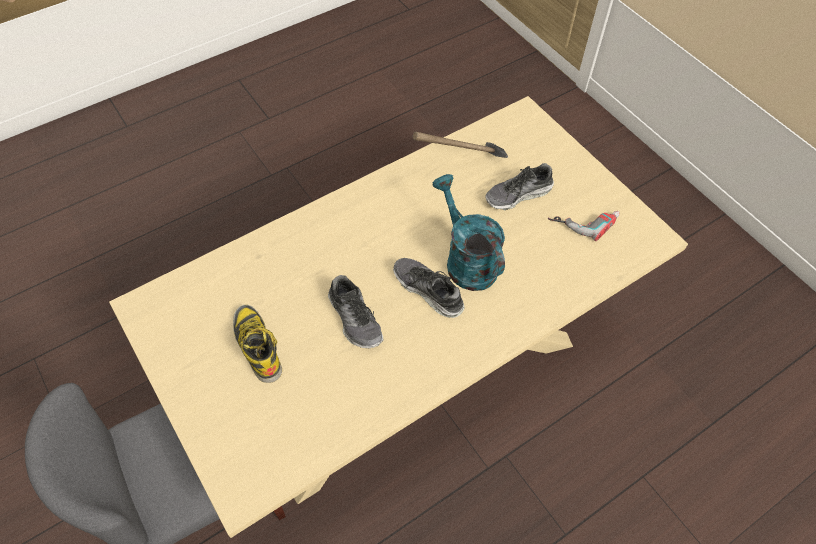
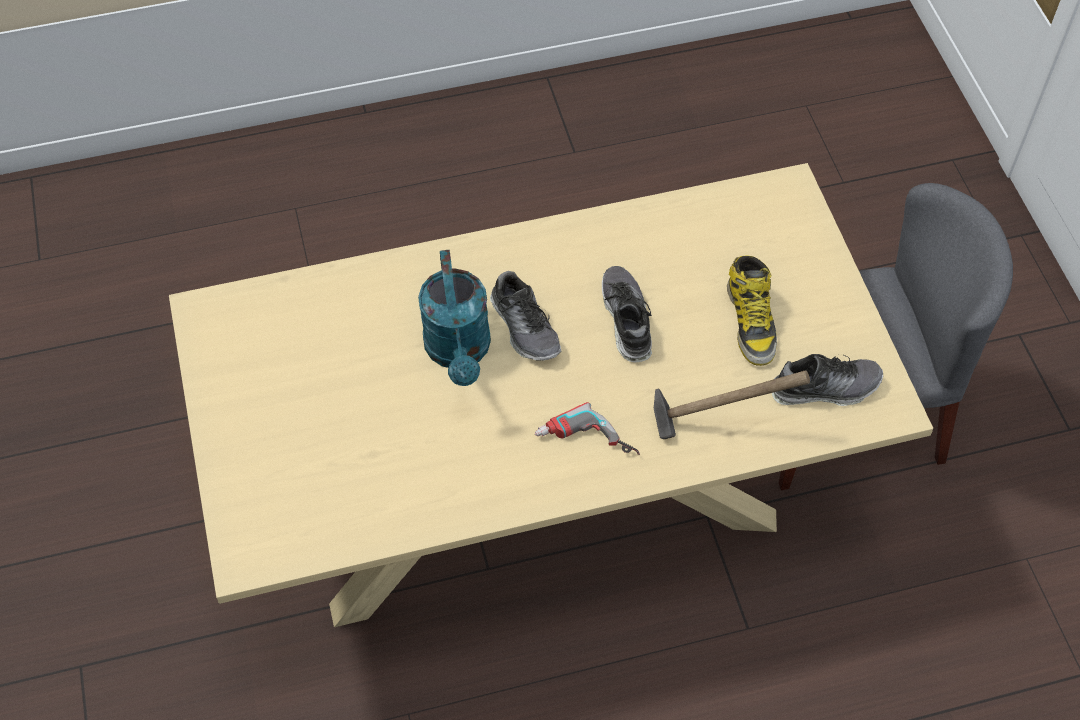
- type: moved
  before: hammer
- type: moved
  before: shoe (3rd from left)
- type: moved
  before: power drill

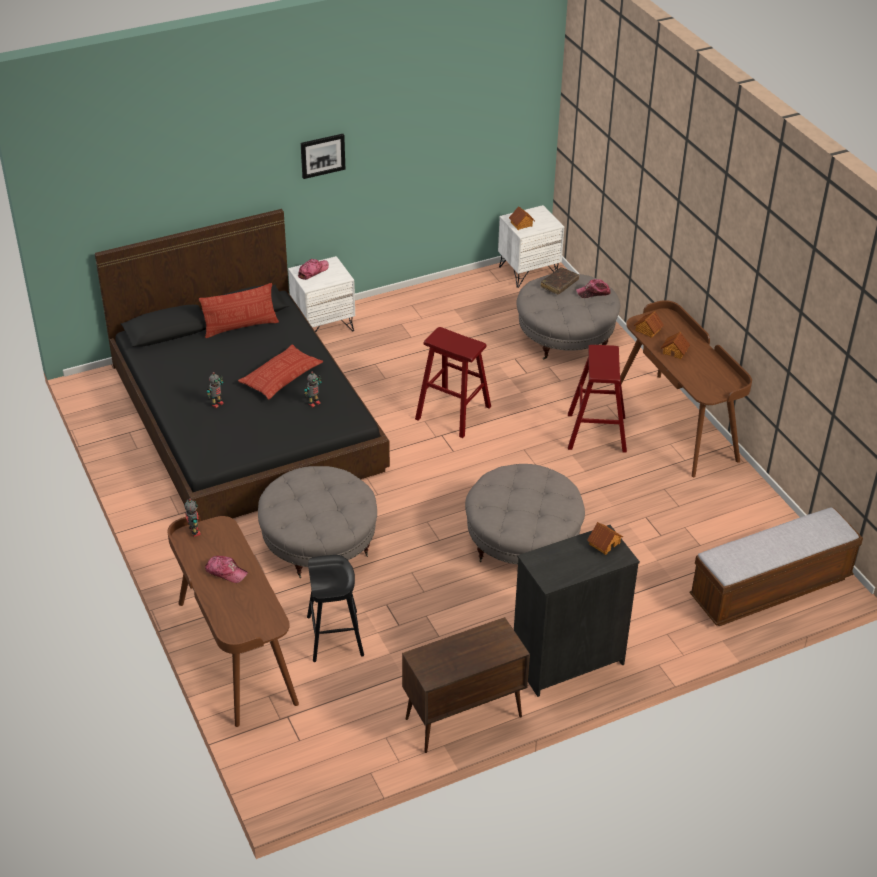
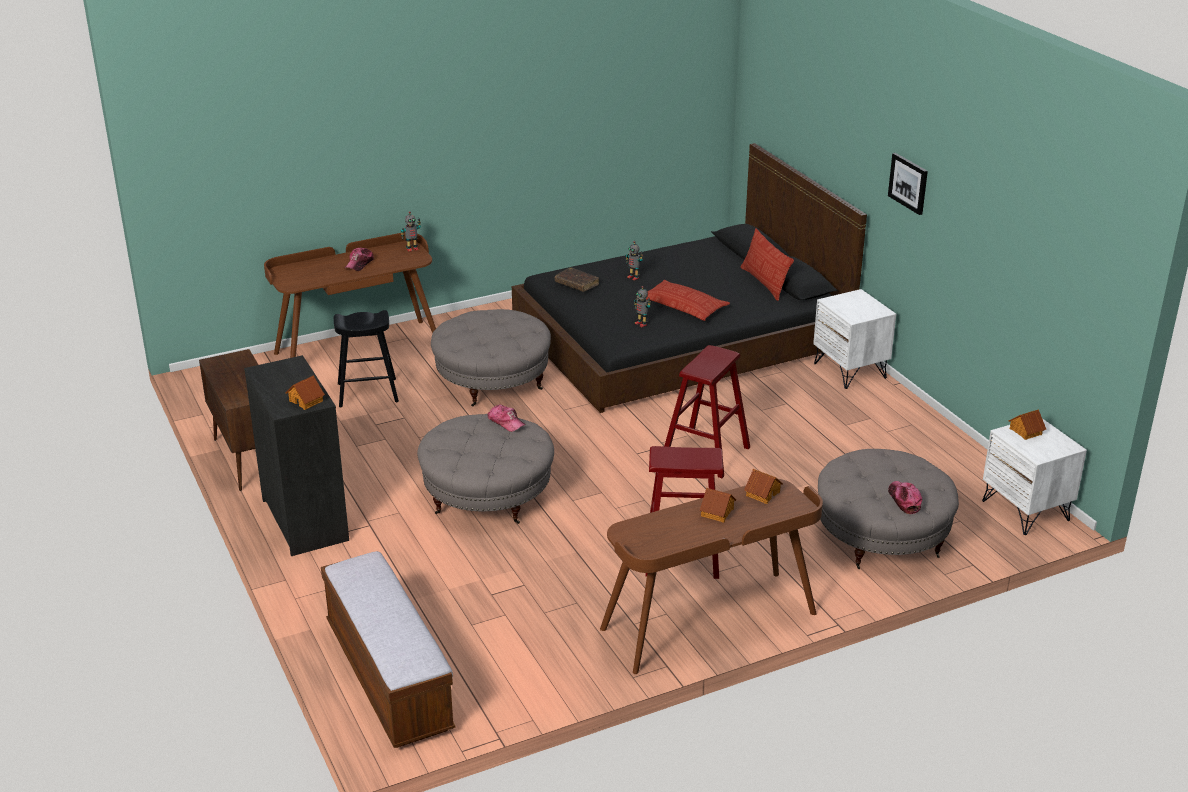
- type: moved
  before: cap (2nd from left)
- type: moved
  before: book (brown)

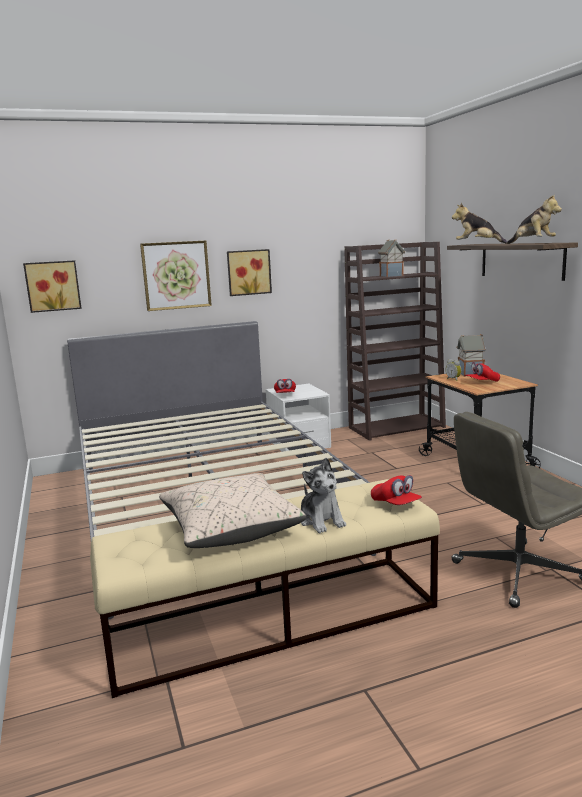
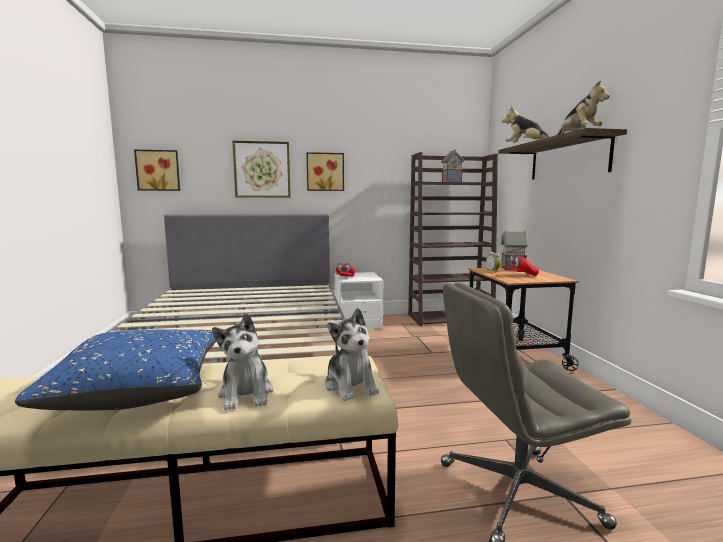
- type: recoloured
  before: pillow (beige)
  after: pillow (blue)
- type: replaced
  before: cap (red) (2nd from left)
  after: plush toy (2nd from left)

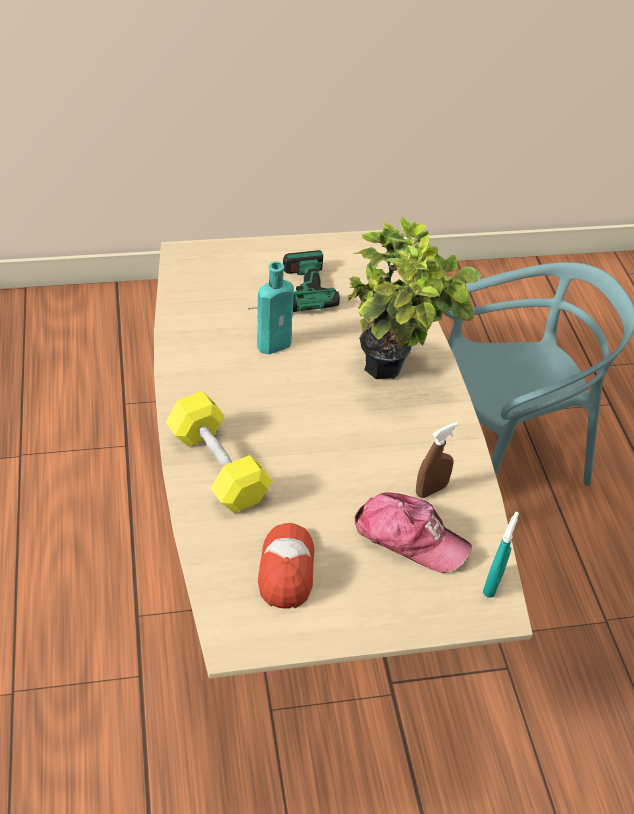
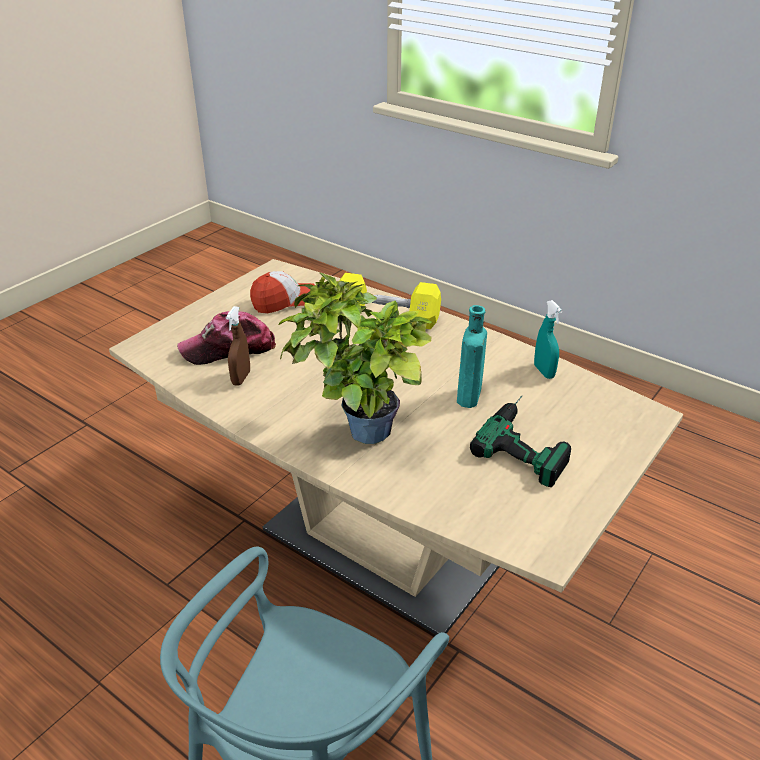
- type: turned
  before: cap (1st from left in the first image)
  turn: -75
- type: moved
  before: spray bottle (turquoise)

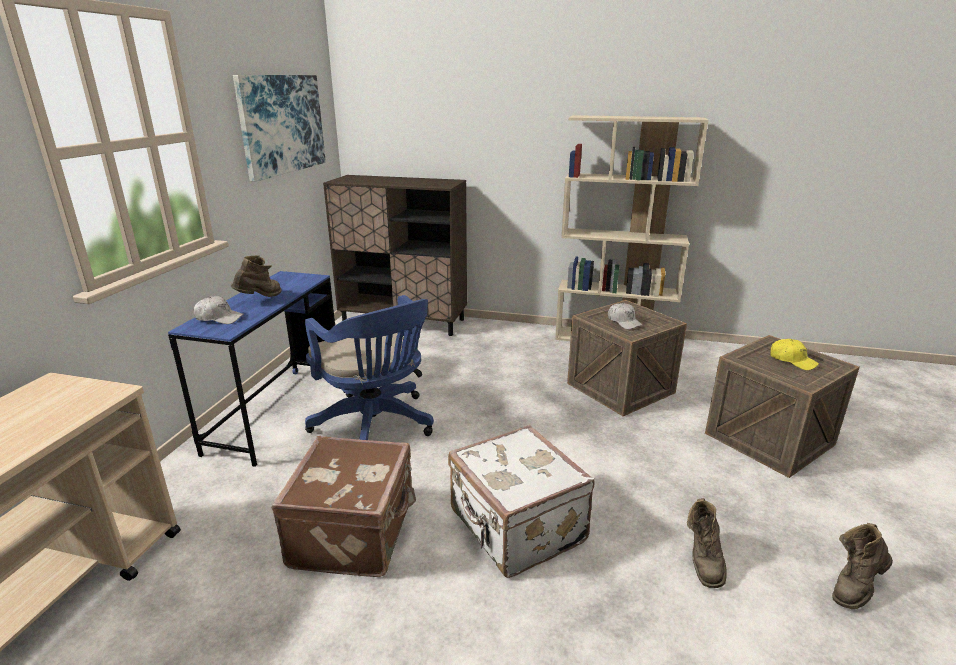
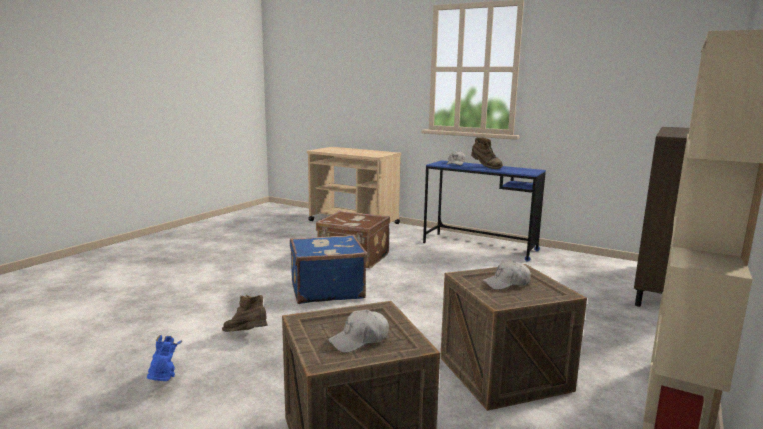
- type: removed
  before: picture
- type: removed
  before: office chair (blue)
- type: recoloured
  before: suitcase (white)
  after: suitcase (blue)
- type: recoloured
  before: cap (yellow)
  after: cap (white) (1st from left)
- type: recoloured
  before: boot (brown) (3rd from left)
  after: boot (blue)

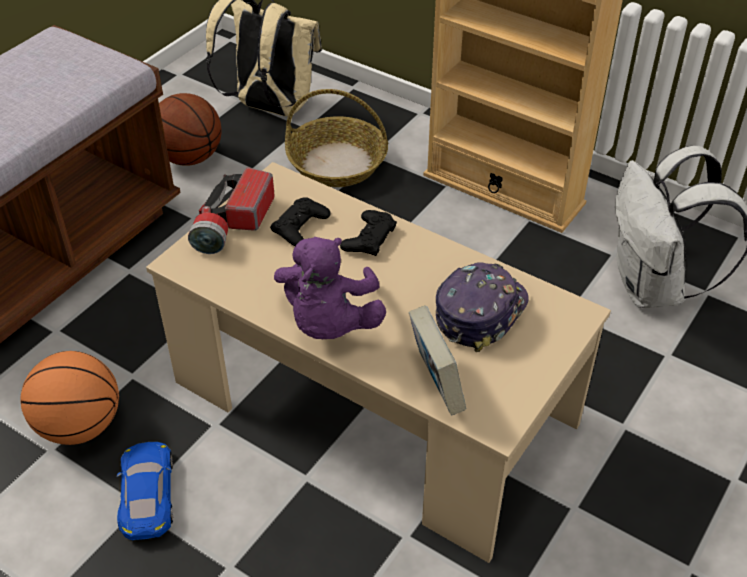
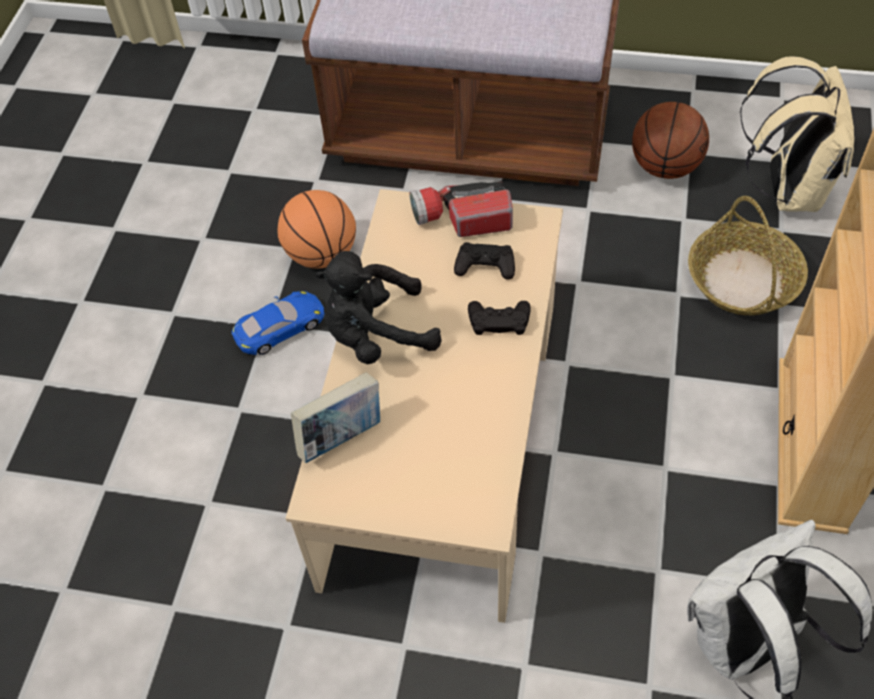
- type: recoloured
  before: plush toy (purple)
  after: plush toy (black)
- type: removed
  before: cap

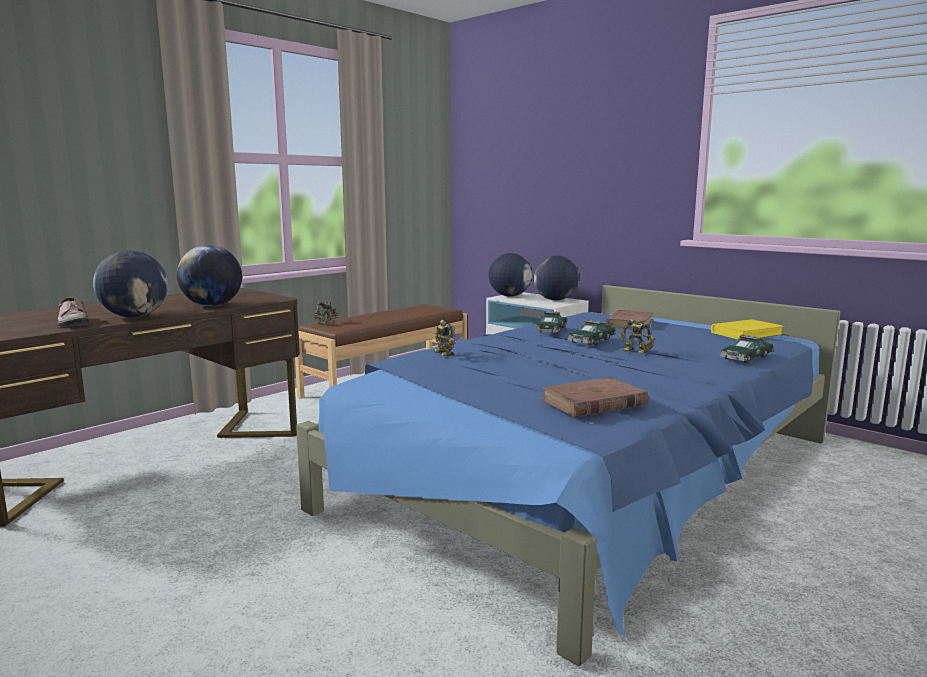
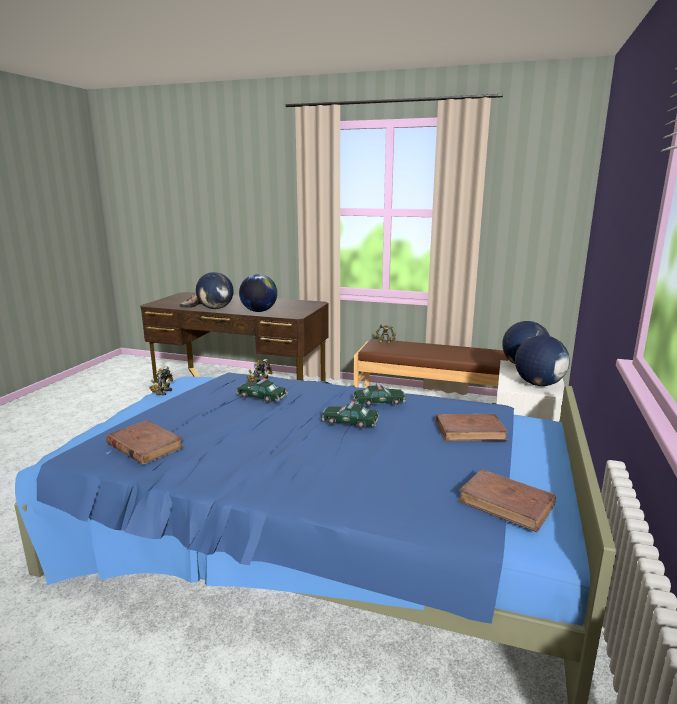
- type: moved
  before: toy robot (3rd from left in the first image)
  after: toy robot (1st from left)
- type: recoloured
  before: book (yellow)
  after: book (brown) (3rd from left)
- type: moved
  before: toy car (3rd from left in the first image)
  after: toy car (1st from left)

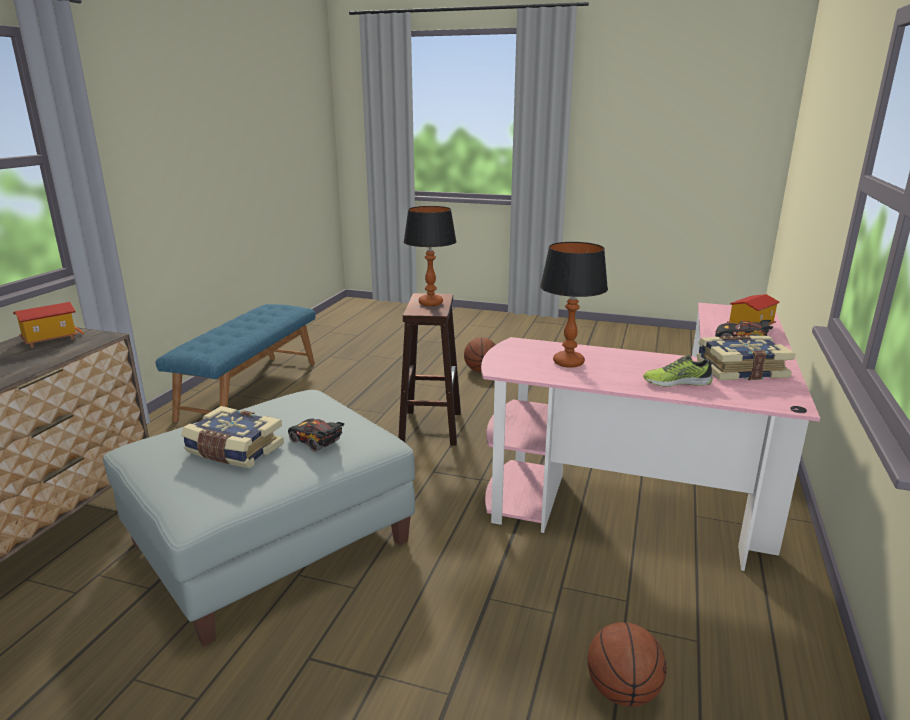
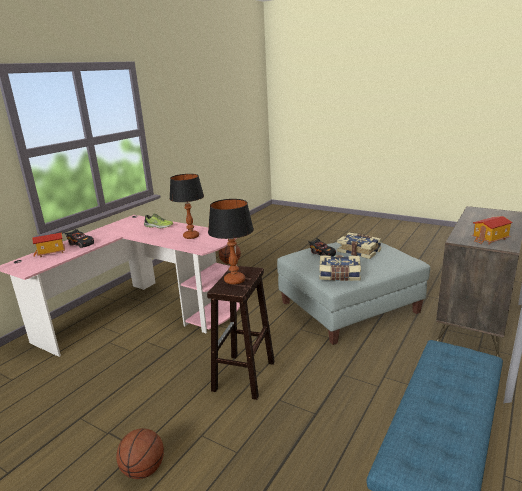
- type: moved
  before: book (2nd from left in the first image)
  after: book (1st from left)

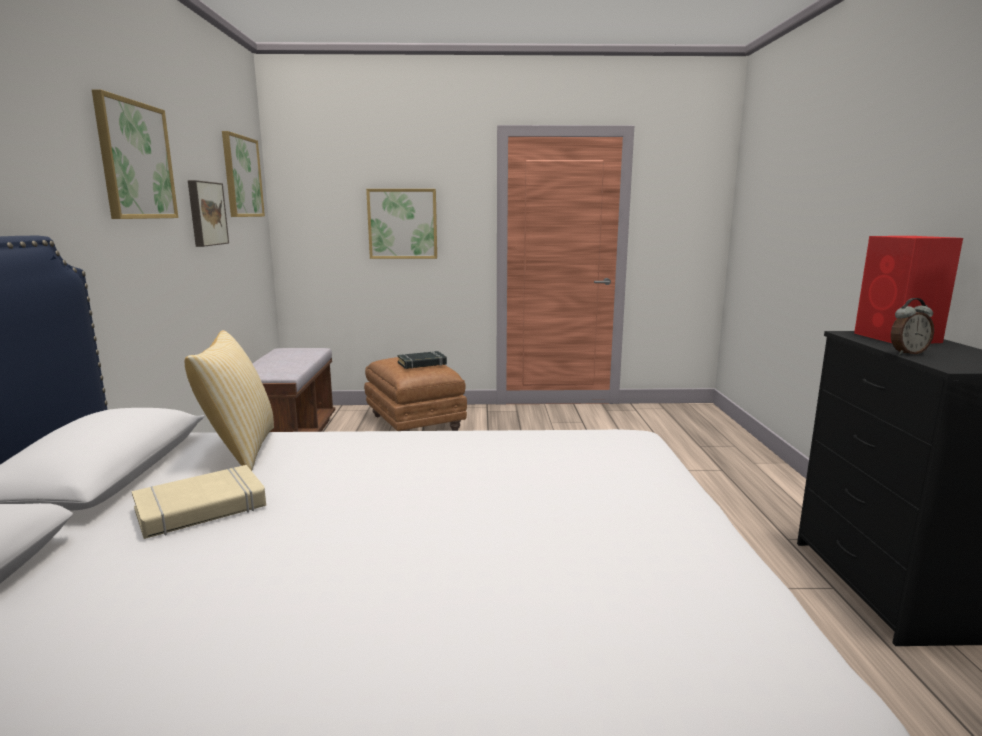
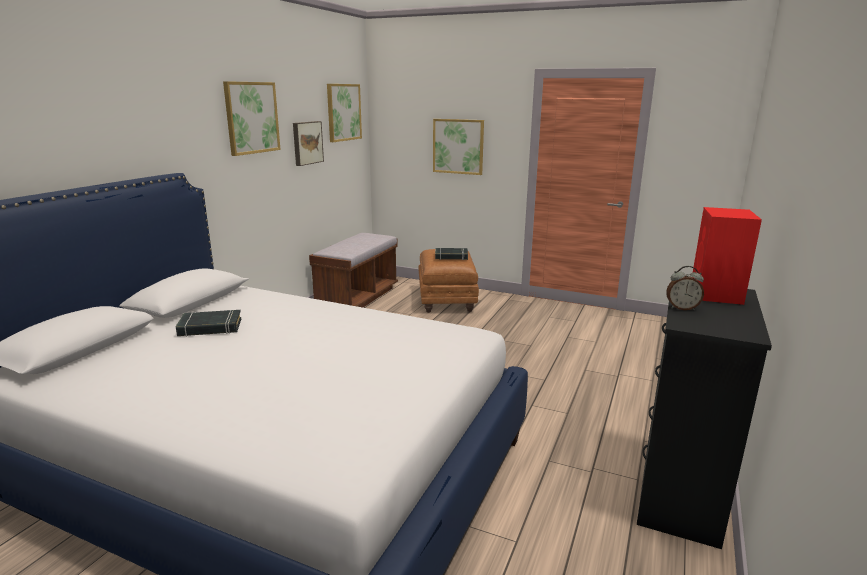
- type: recoloured
  before: book (beige)
  after: book (black) (1st from left)
- type: removed
  before: pillow

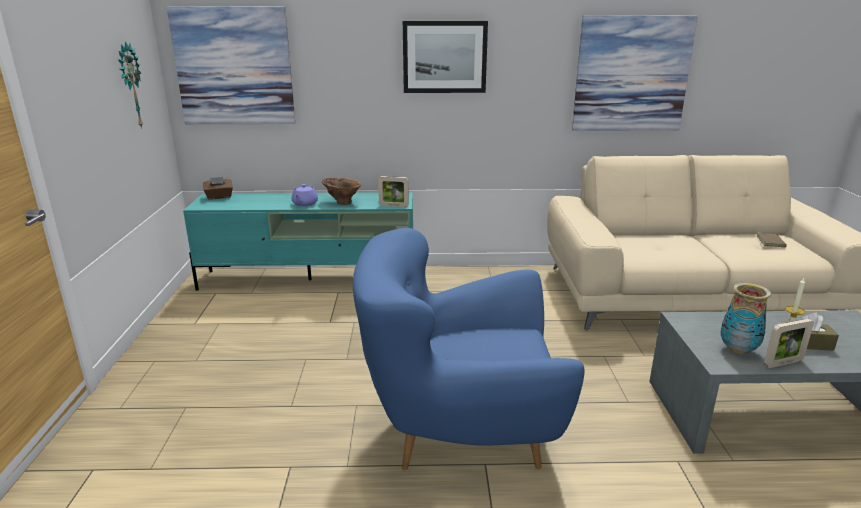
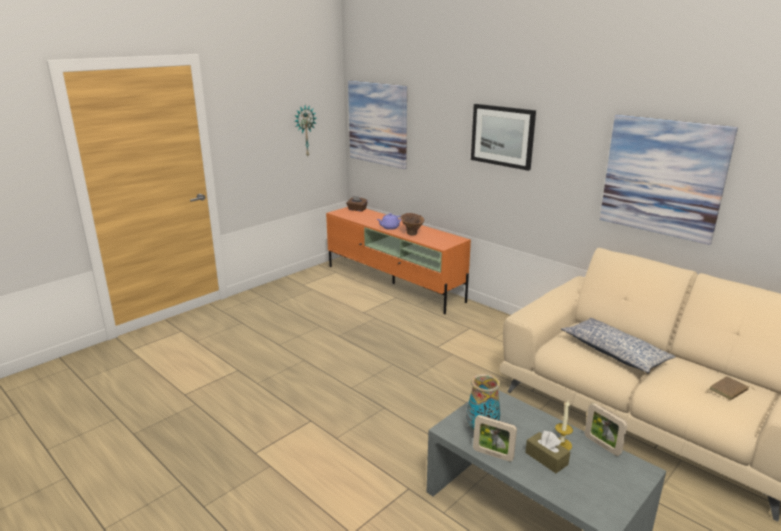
- type: recoloured
  before: tv stand (turquoise)
  after: tv stand (orange)
- type: removed
  before: armchair (blue)
- type: moved
  before: picture frame (1st from left in the first image)
  after: picture frame (2nd from left)
- type: added
  after: pillow

